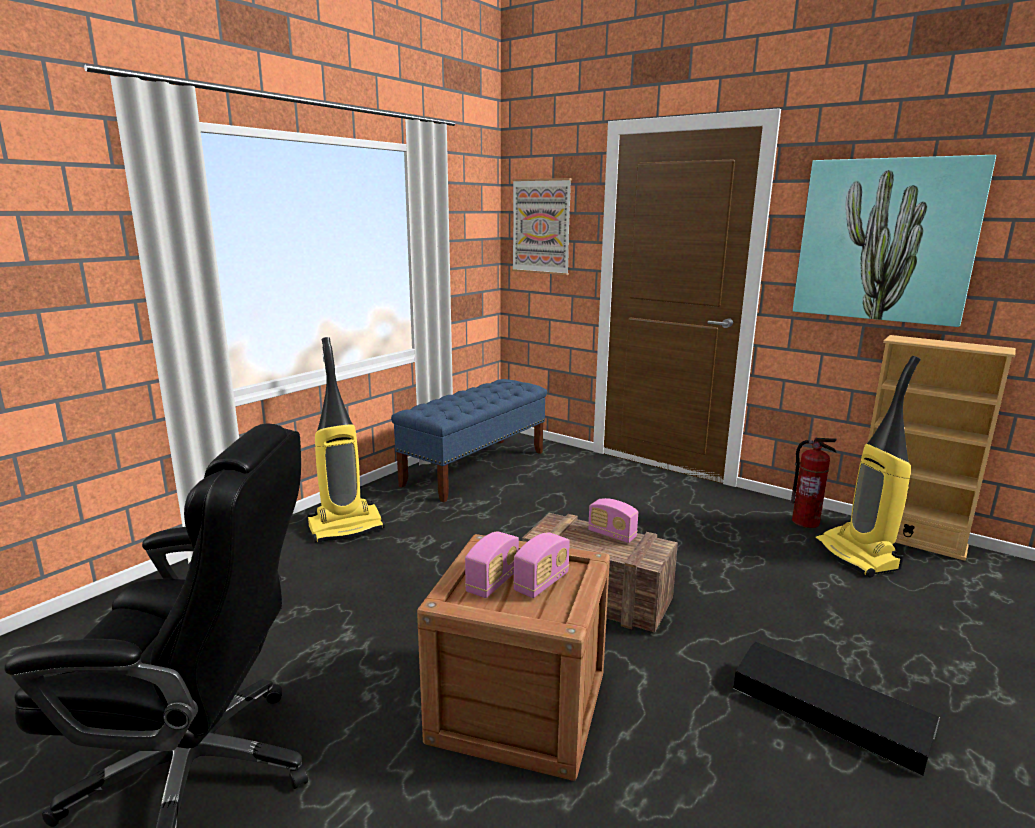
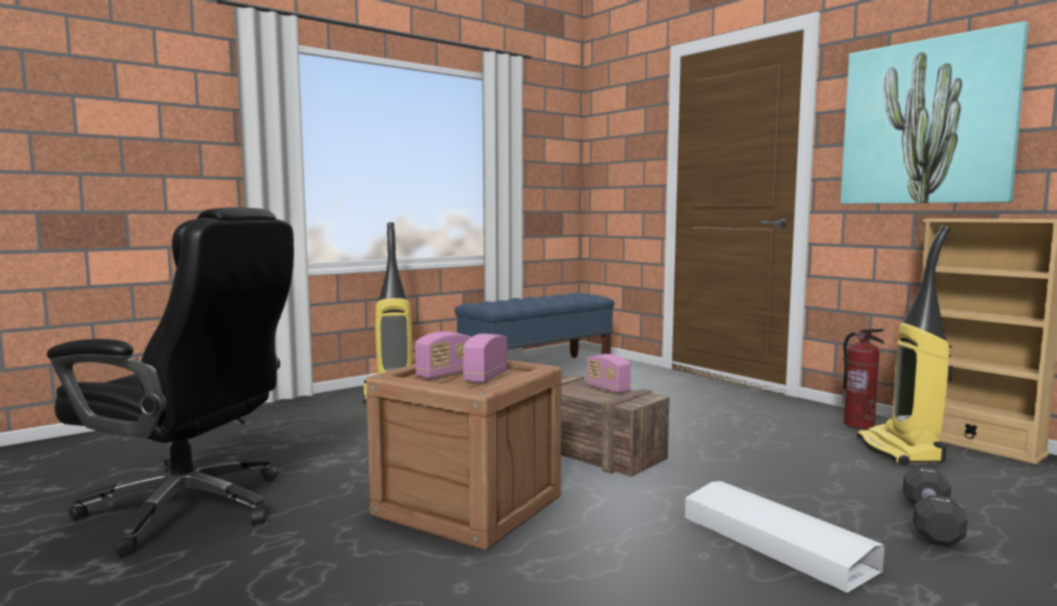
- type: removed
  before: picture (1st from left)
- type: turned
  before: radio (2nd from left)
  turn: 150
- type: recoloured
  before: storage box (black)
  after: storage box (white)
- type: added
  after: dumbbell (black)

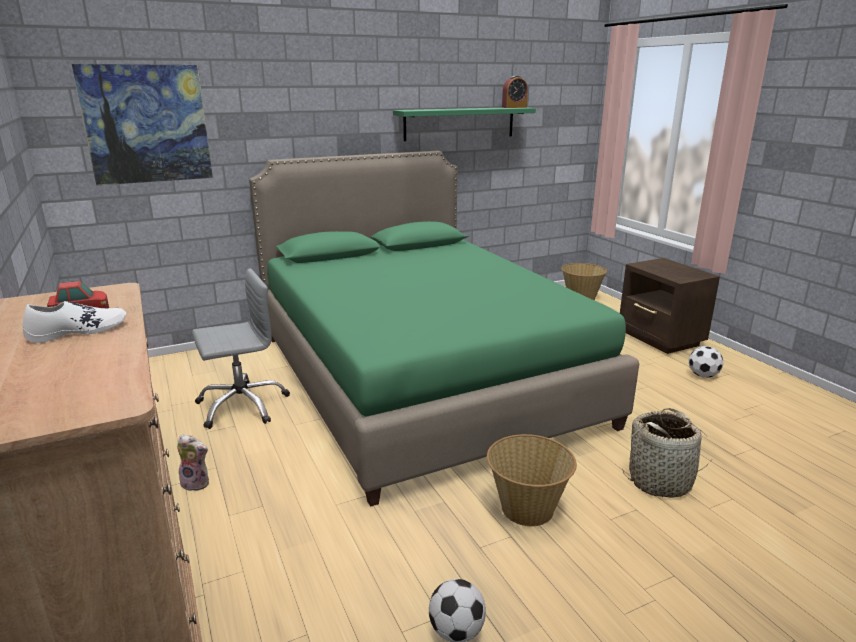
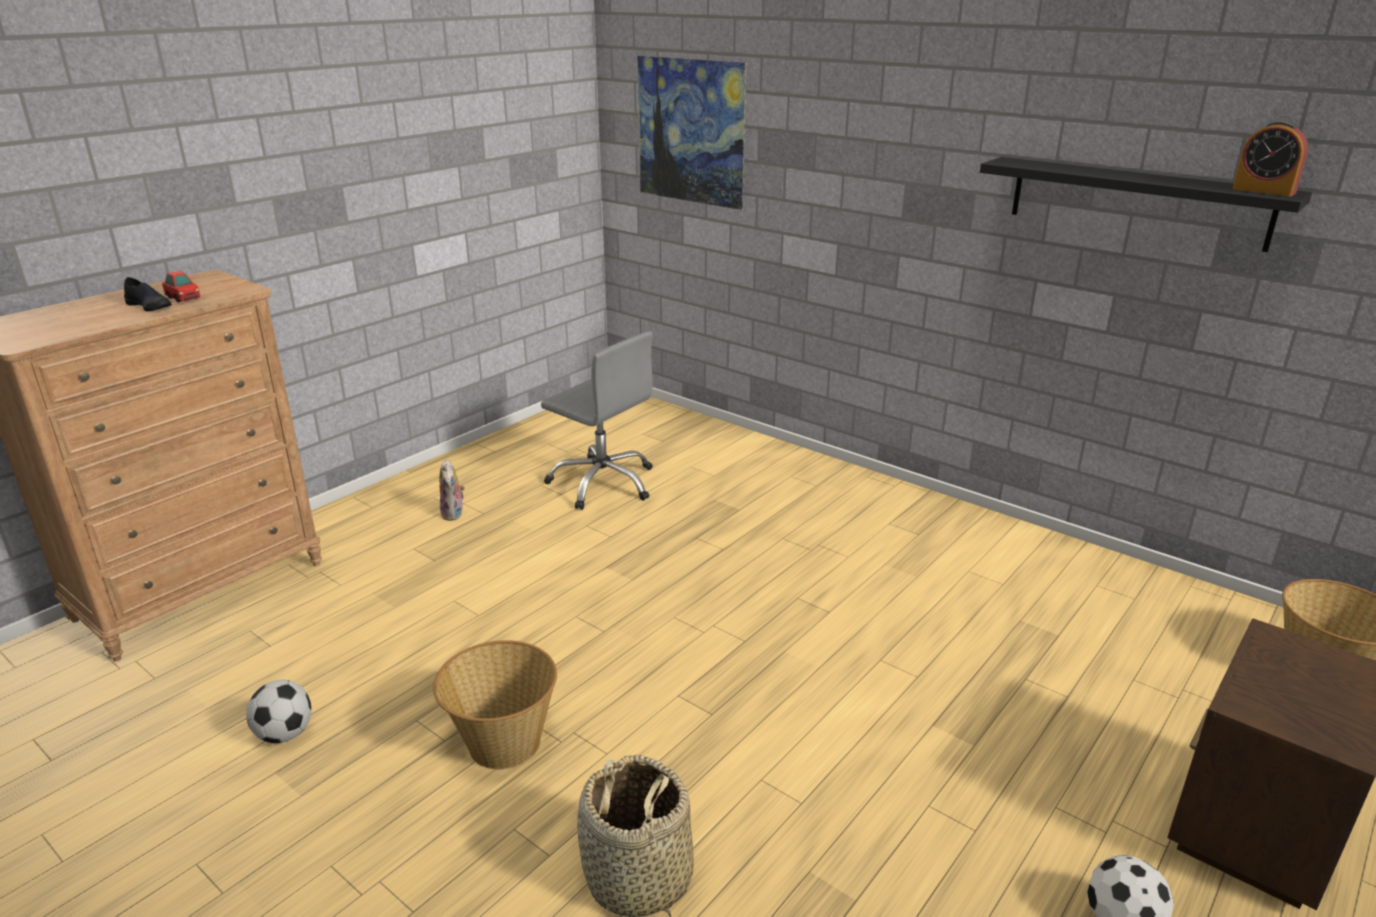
- type: recoloured
  before: shoe (white)
  after: shoe (black)
- type: removed
  before: bed (green)
- type: recoloured
  before: shelf (green)
  after: shelf (black)

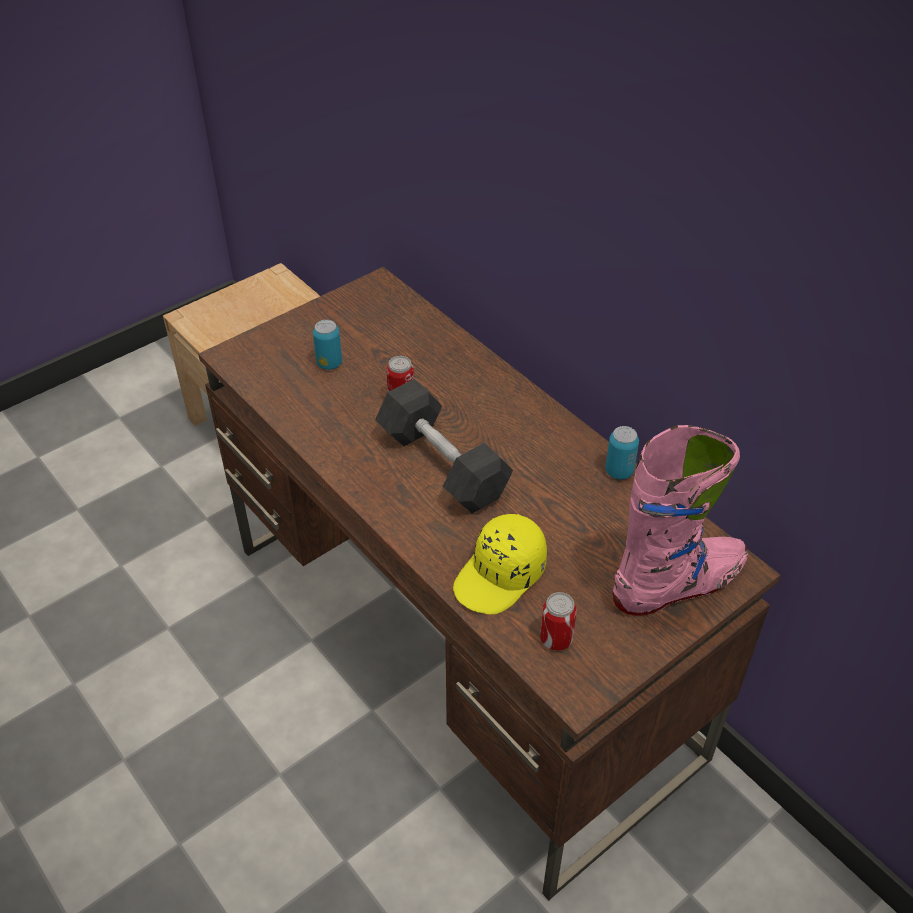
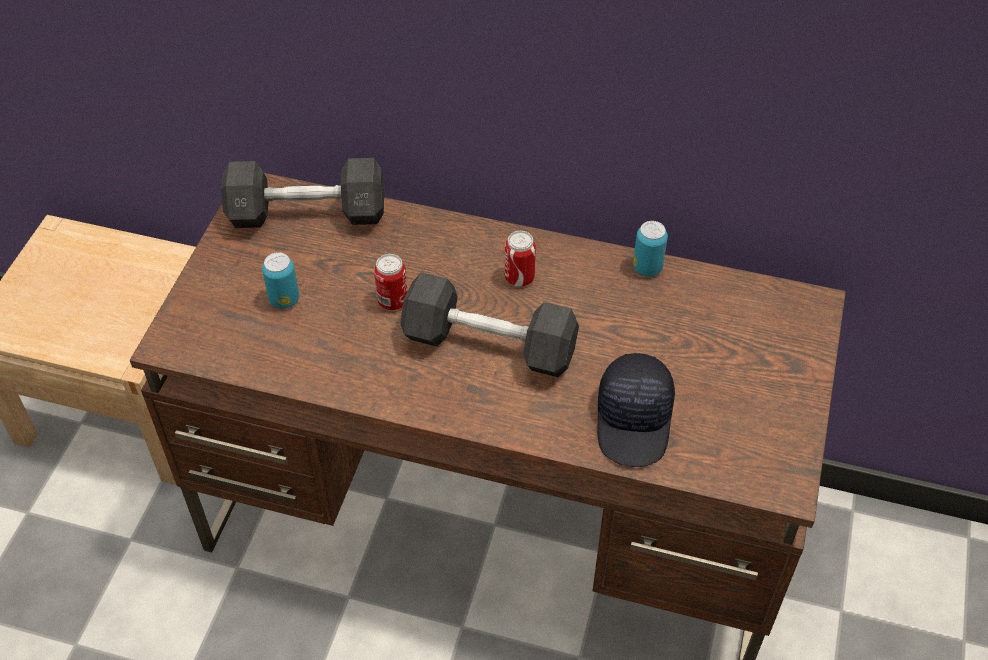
- type: recoloured
  before: cap (yellow)
  after: cap (black)
- type: moved
  before: can (3rd from left)
- type: removed
  before: boot (pink)
- type: added
  after: dumbbell (grey) (1st from left)

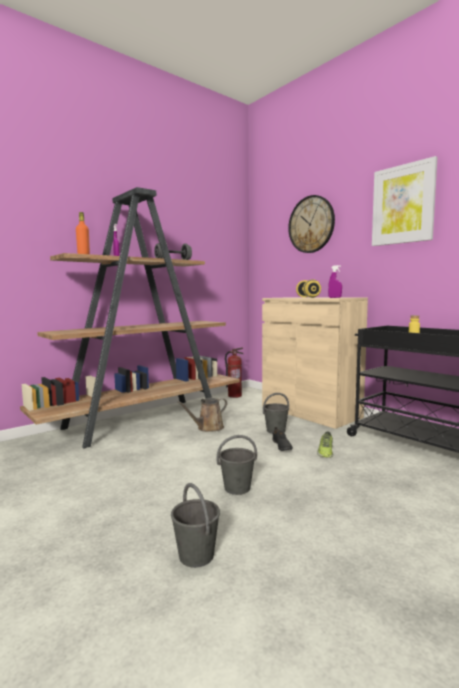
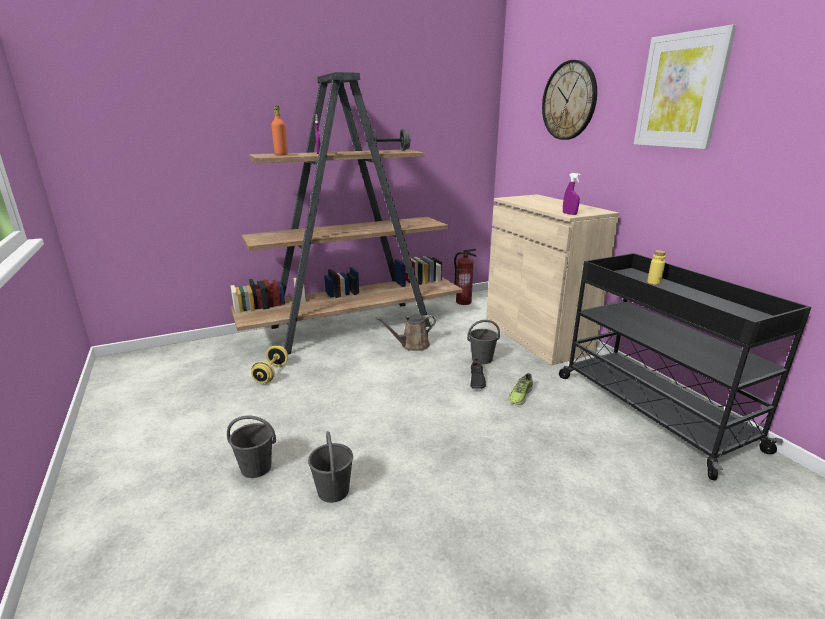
- type: moved
  before: bucket (grey) (2nd from left in the first image)
  after: bucket (grey) (1st from left)
- type: moved
  before: dumbbell (yellow)

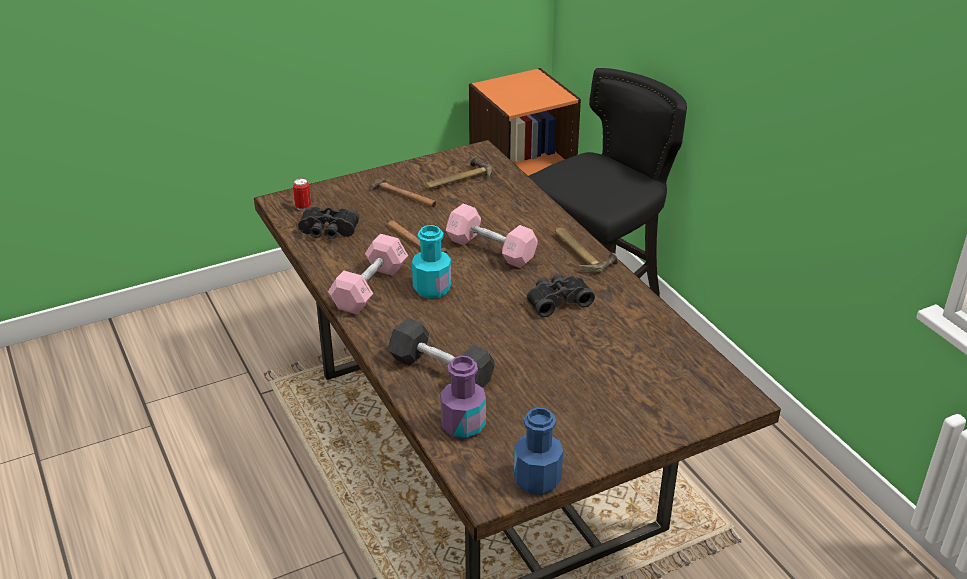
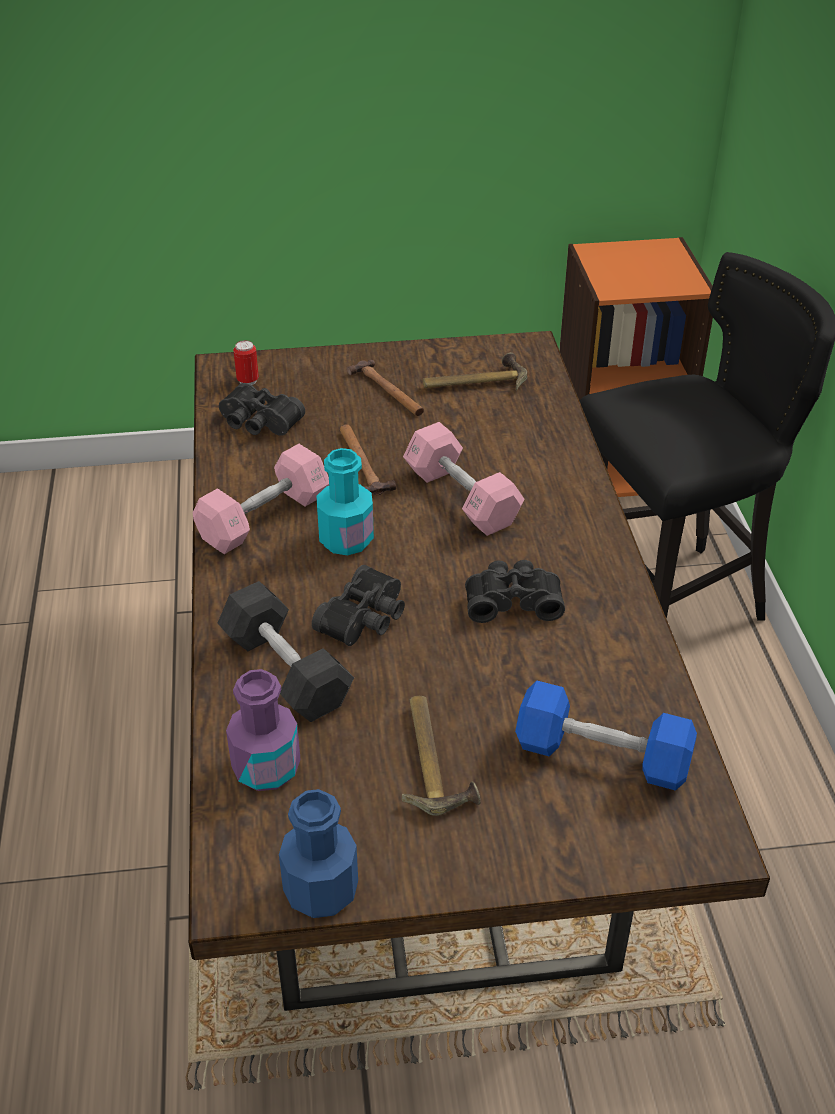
- type: moved
  before: hammer (4th from left in the first image)
  after: hammer (3rd from left)
- type: added
  after: binoculars (black) (2nd from left)
- type: added
  after: dumbbell (blue)

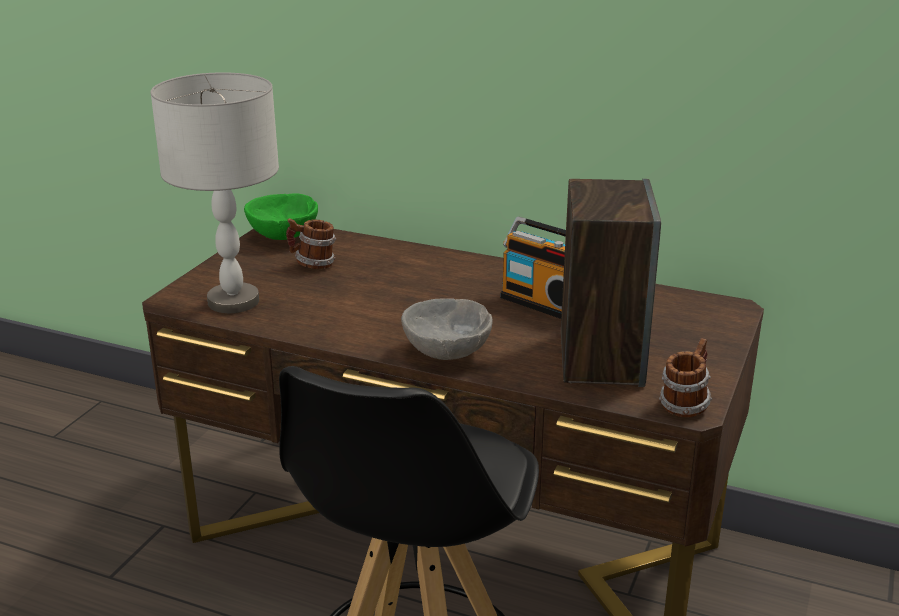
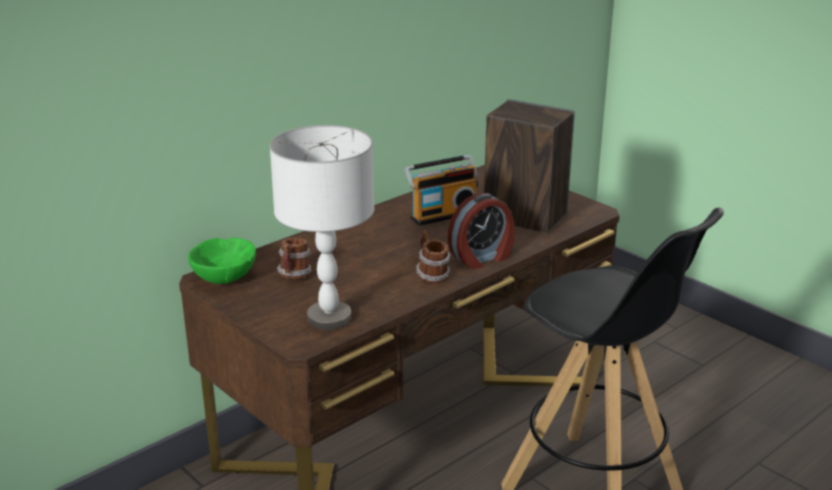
- type: replaced
  before: bowl (grey)
  after: alarm clock
- type: moved
  before: mug (2nd from left)

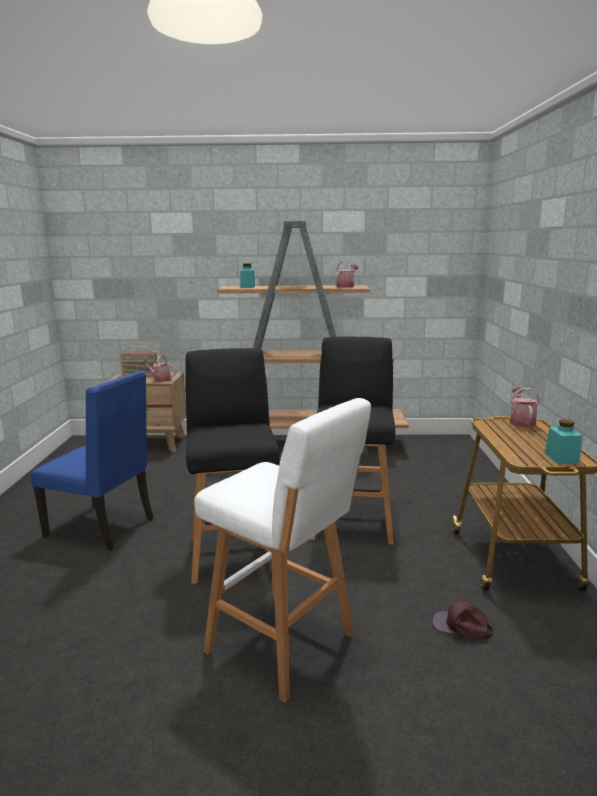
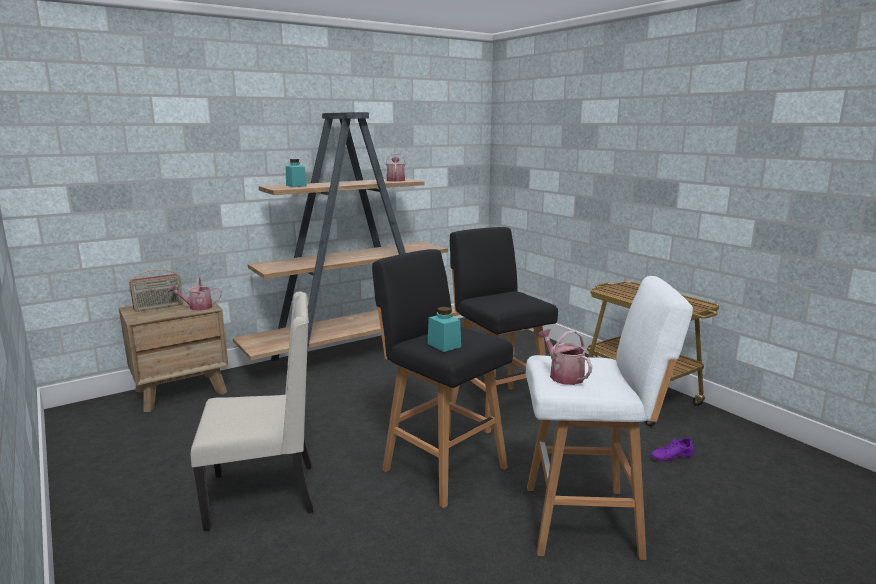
- type: recoloured
  before: chair (blue)
  after: chair (beige)
- type: replaced
  before: cap (brown)
  after: shoe (purple)
- type: moved
  before: watering can (3rd from left)
- type: moved
  before: jar (turquoise) (2nd from left)

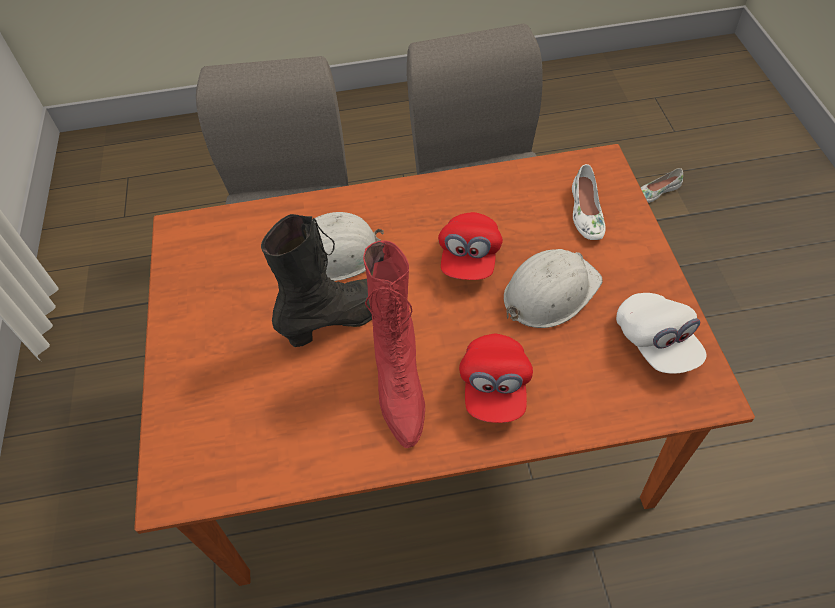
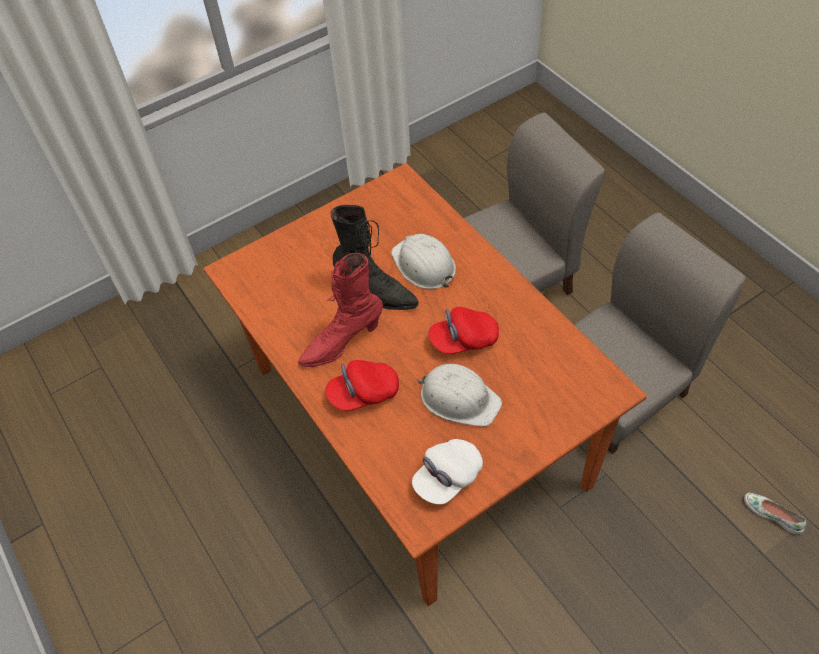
- type: removed
  before: shoe (white) (1st from left)

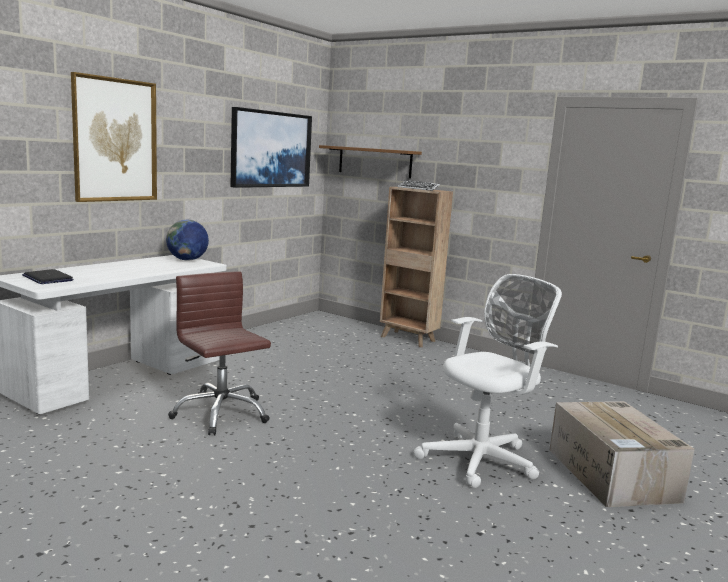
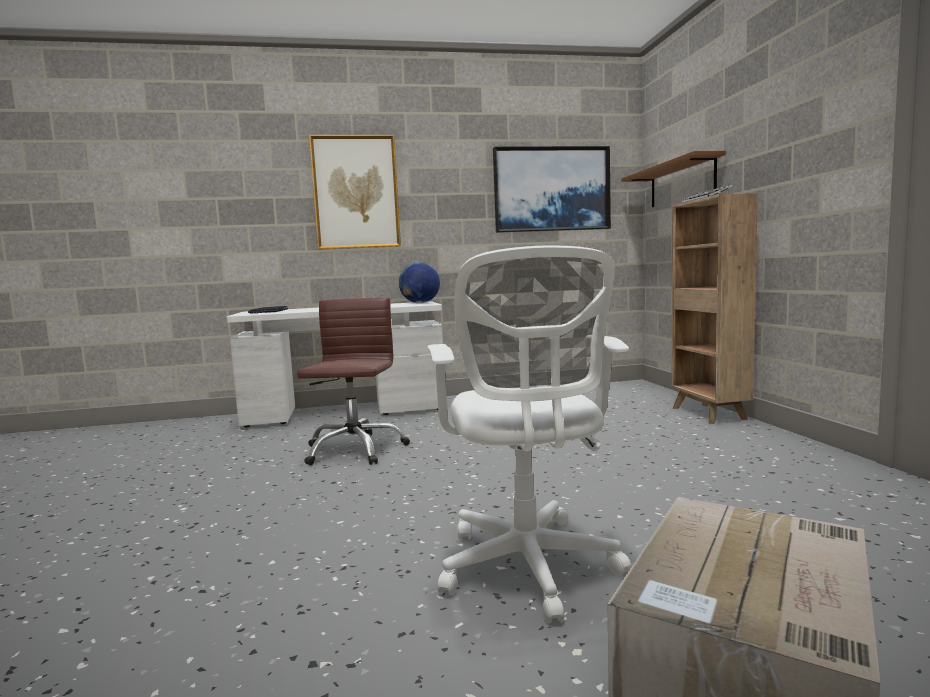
- type: turned
  before: office chair (white)
  turn: 75

